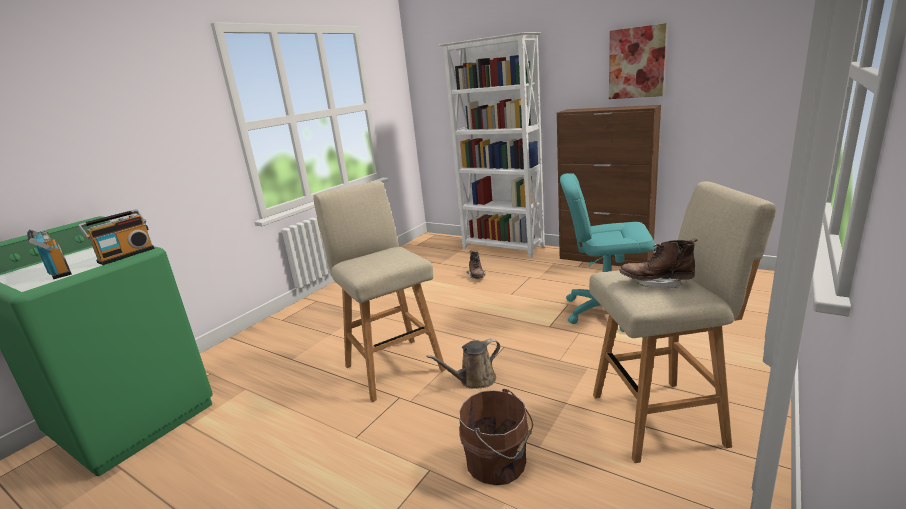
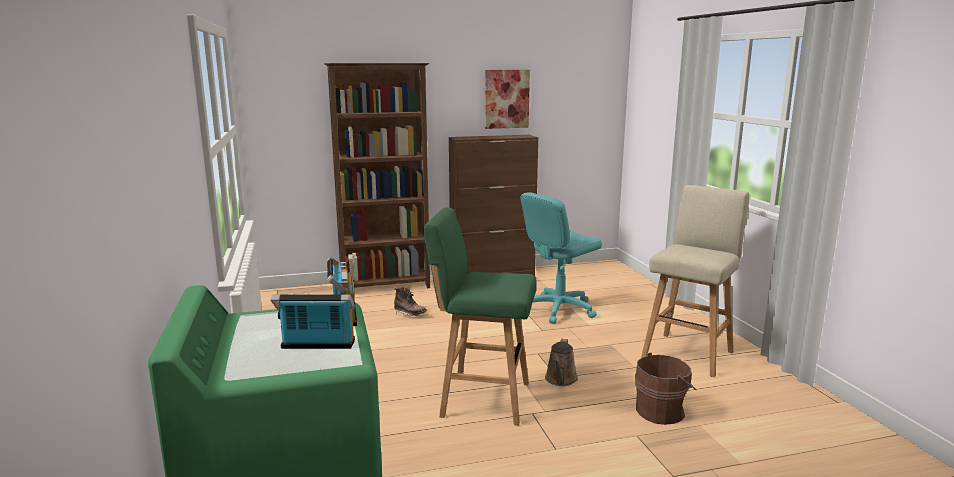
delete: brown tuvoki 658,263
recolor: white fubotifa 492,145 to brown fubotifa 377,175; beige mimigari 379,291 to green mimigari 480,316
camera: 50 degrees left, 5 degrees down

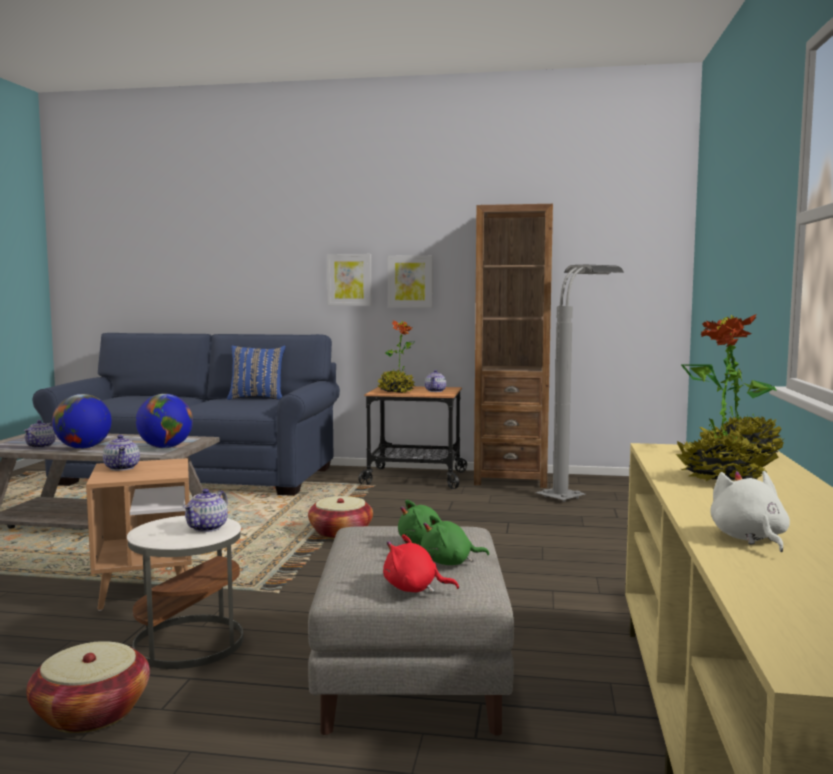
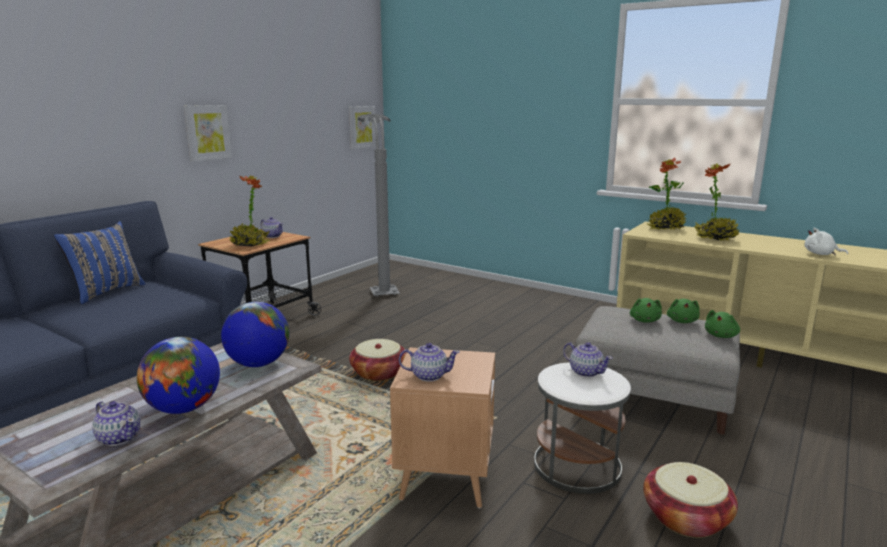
delete: brown fubotifa 513,346
move: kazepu 349,280 to 362,127
recolor: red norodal 421,563 to green norodal 722,324
camera: 65 degrees left, 10 degrees up

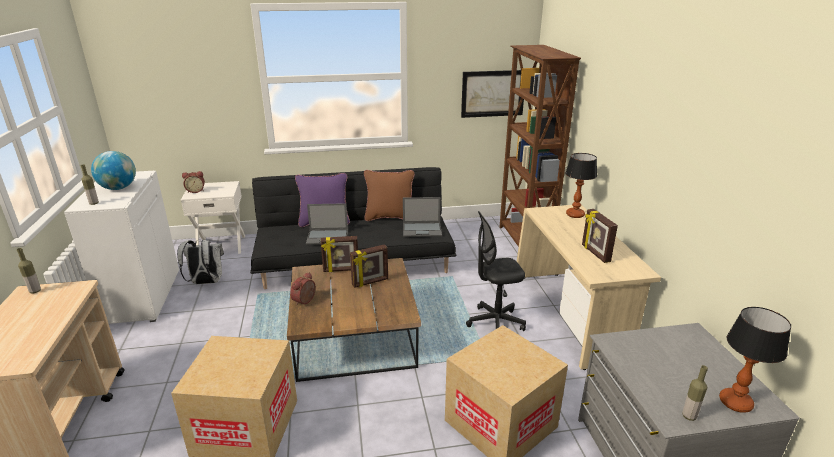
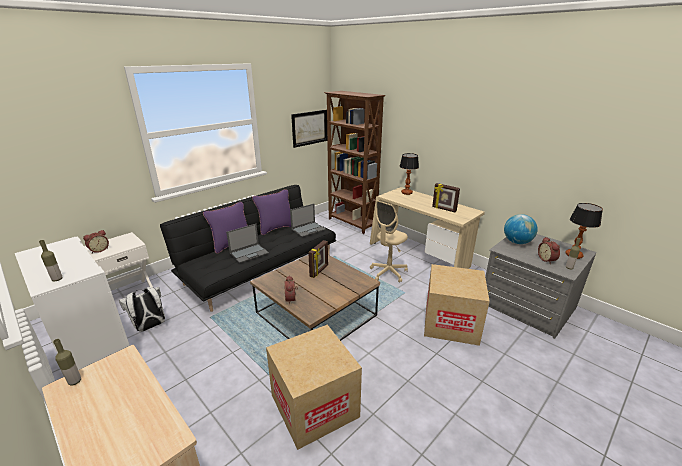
delete: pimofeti 339,254
insert: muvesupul 549,250
move: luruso 113,170 to 521,229
recolor: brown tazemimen 389,195 to purple tazemimen 271,212; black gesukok 496,271 to beige gesukok 389,241
camera: 35 degrees left, 0 degrees up

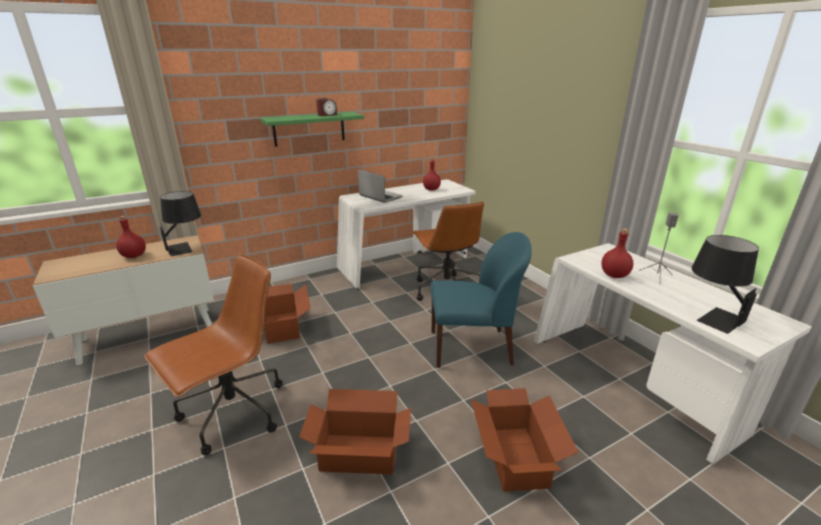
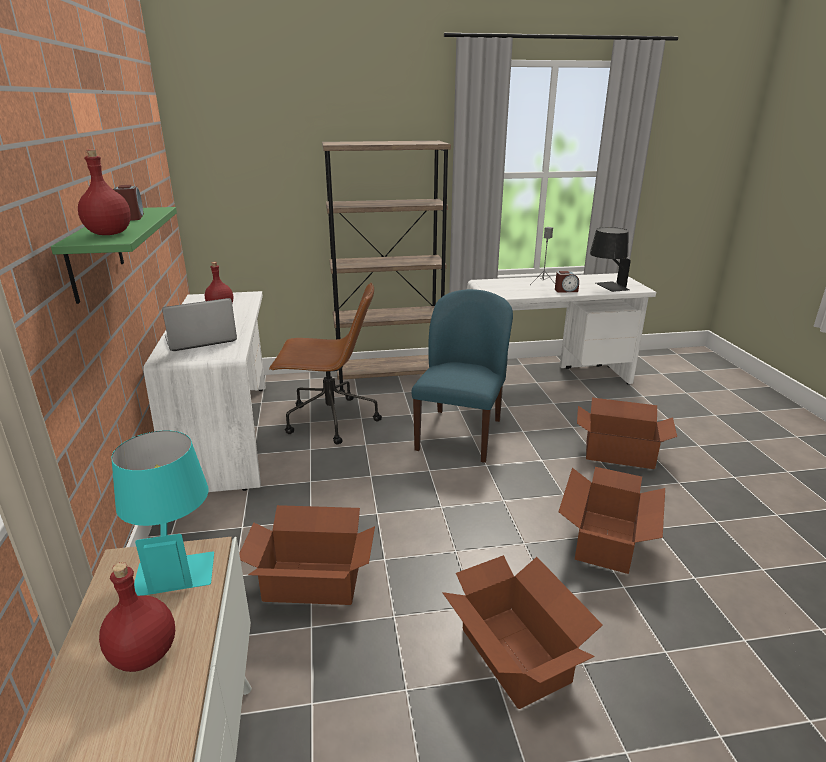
insert: brown fubotifa 386,266; muvesupul 567,282
move: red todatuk 617,253 to 104,192
replace: brown gesukok 213,355 to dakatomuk 522,632
recolor: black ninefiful 180,224 to turquoise ninefiful 163,513
camera: 70 degrees left, 0 degrees up

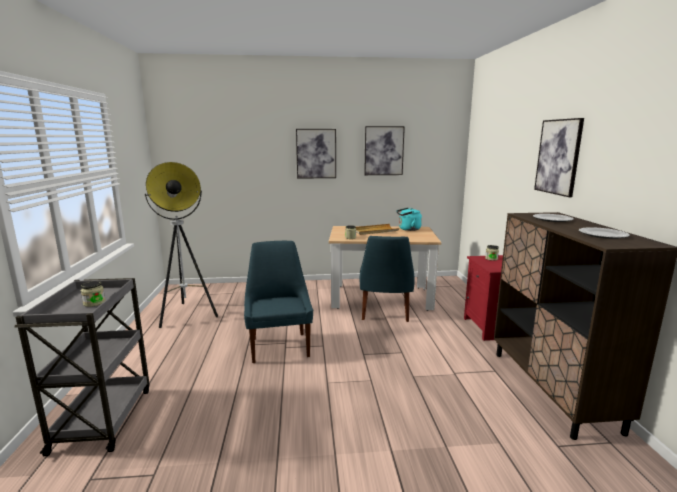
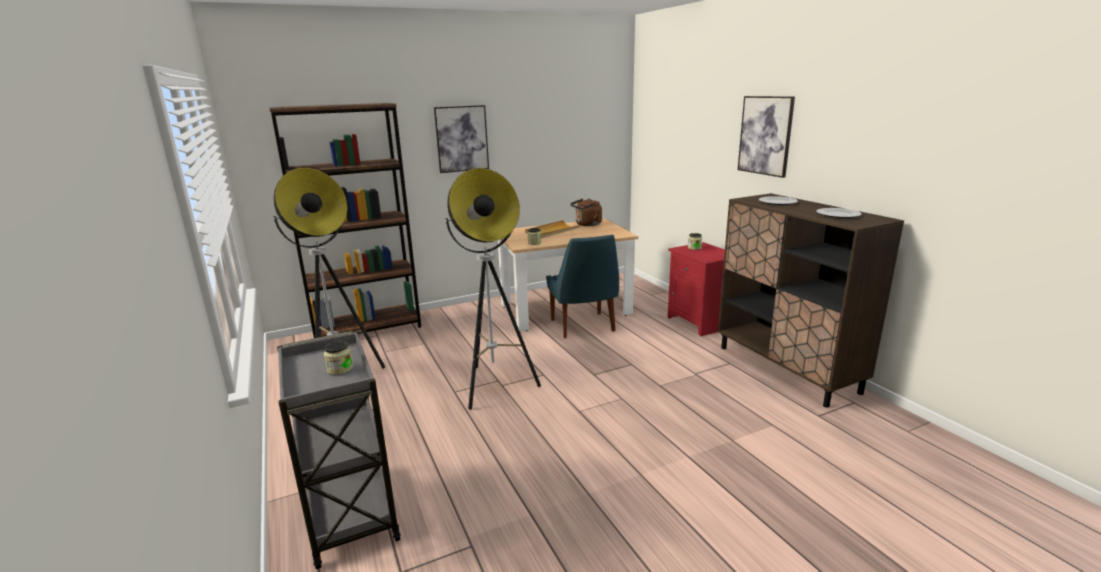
delete: kazepu 384,150
insert: brown fubotifa 345,220
replace: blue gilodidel 278,302 to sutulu 493,289
recolor: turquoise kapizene 409,219 to brown kapizene 586,212
camera: 20 degrees left, 5 degrees up

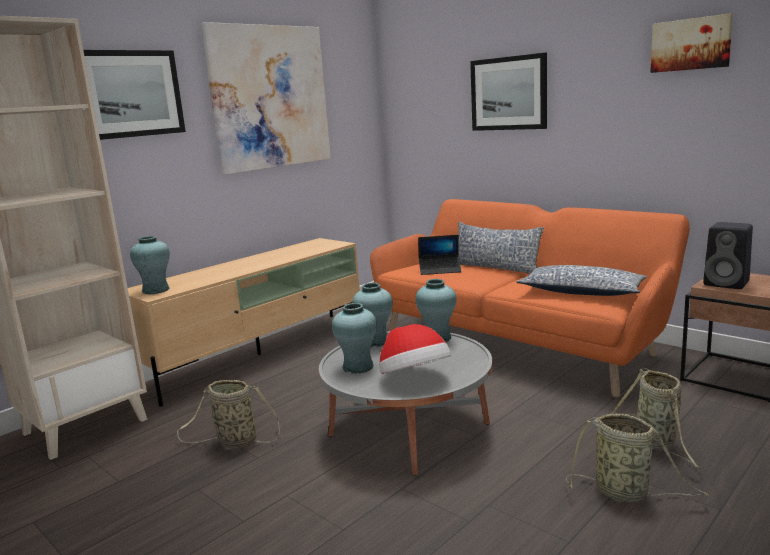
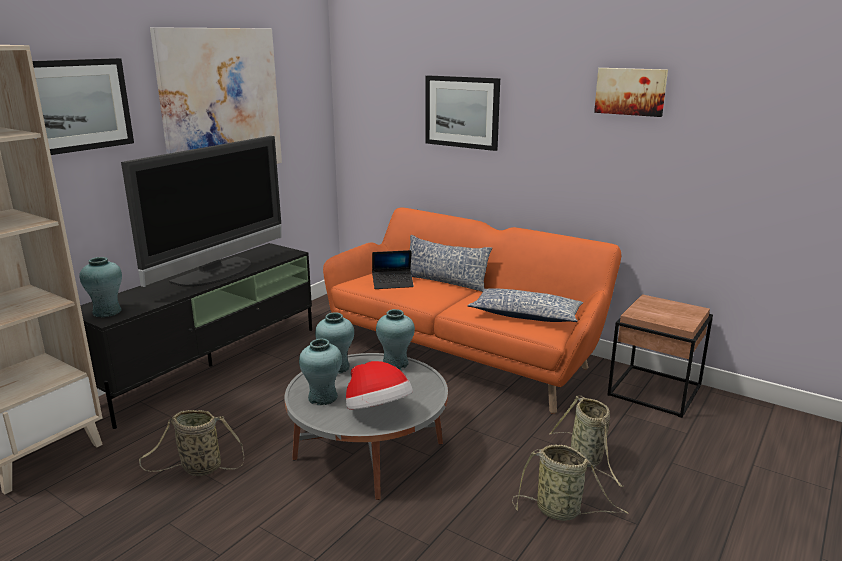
delete: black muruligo 728,255
insert: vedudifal 201,211
recolor: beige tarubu 244,322 to black tarubu 196,336
camera: 10 degrees left, 5 degrees up

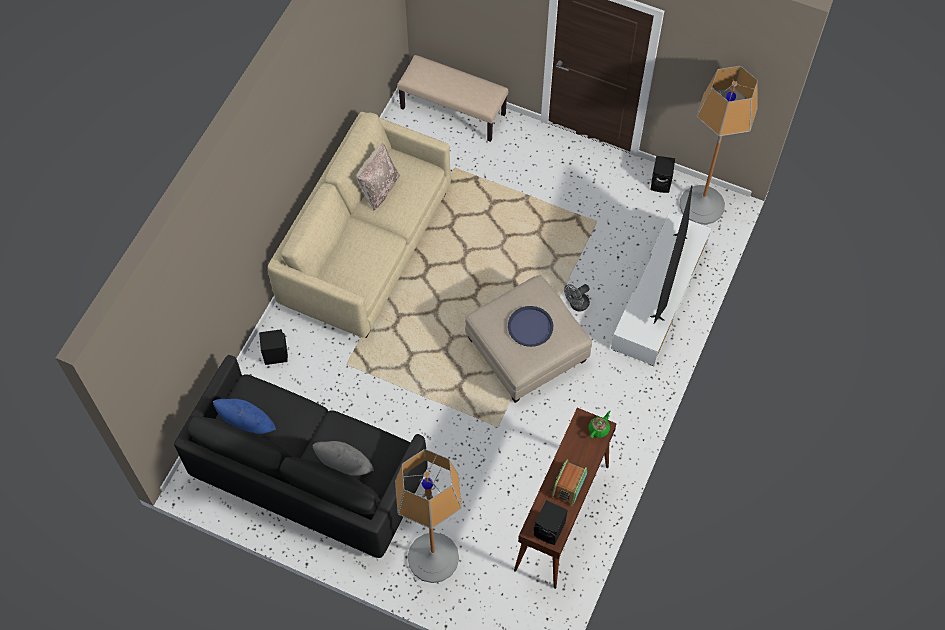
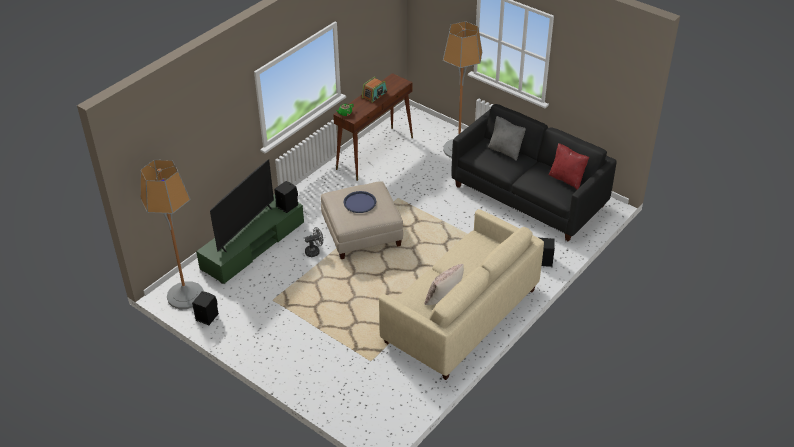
delete: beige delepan 452,98
move: black muruligo 551,522 to 286,197
recolor: white tarubu 661,289 to green tarubu 250,239; blue tazemimen 244,416 to red tazemimen 568,166
camera: 165 degrees left, 20 degrees down

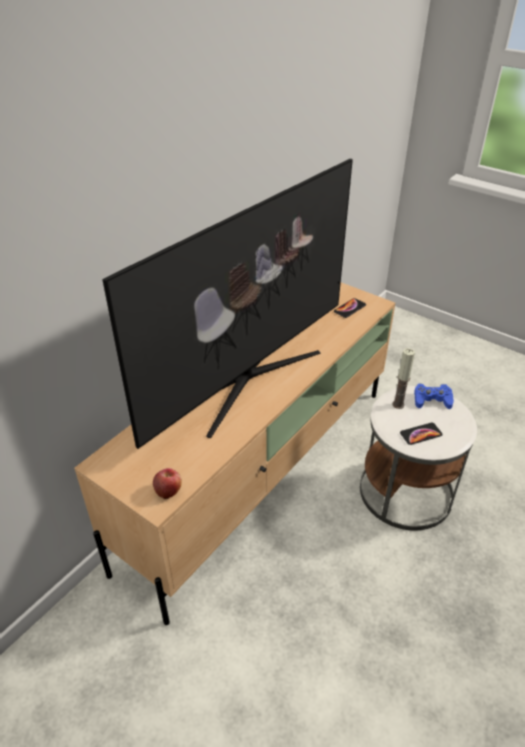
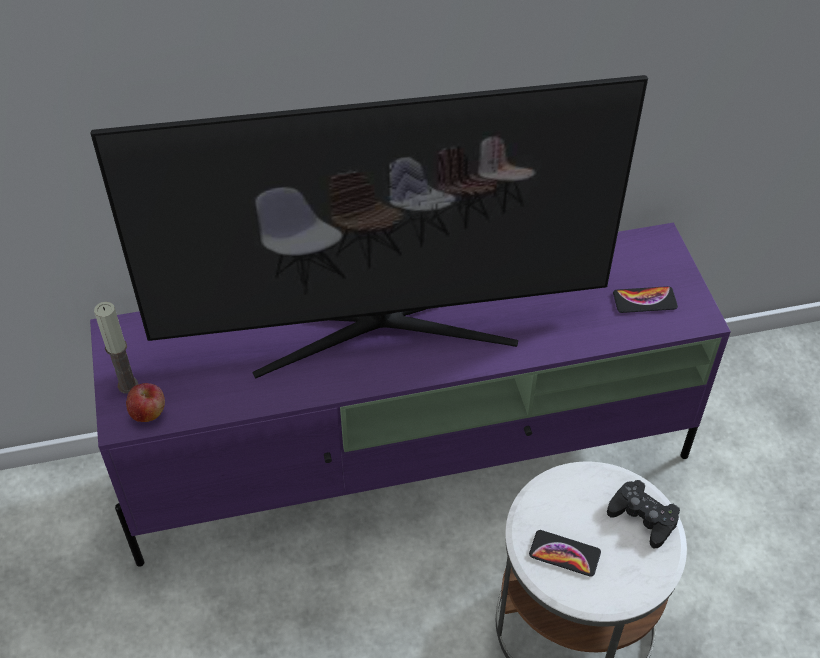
move: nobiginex 404,378 to 116,348
recolor: beige tarubu 234,453 to purple tarubu 410,394; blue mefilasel 434,396 to black mefilasel 643,514
camera: 40 degrees right, 10 degrees up

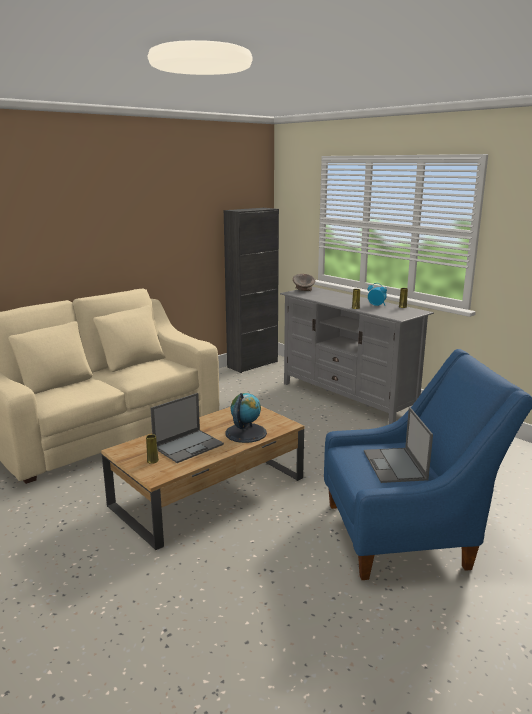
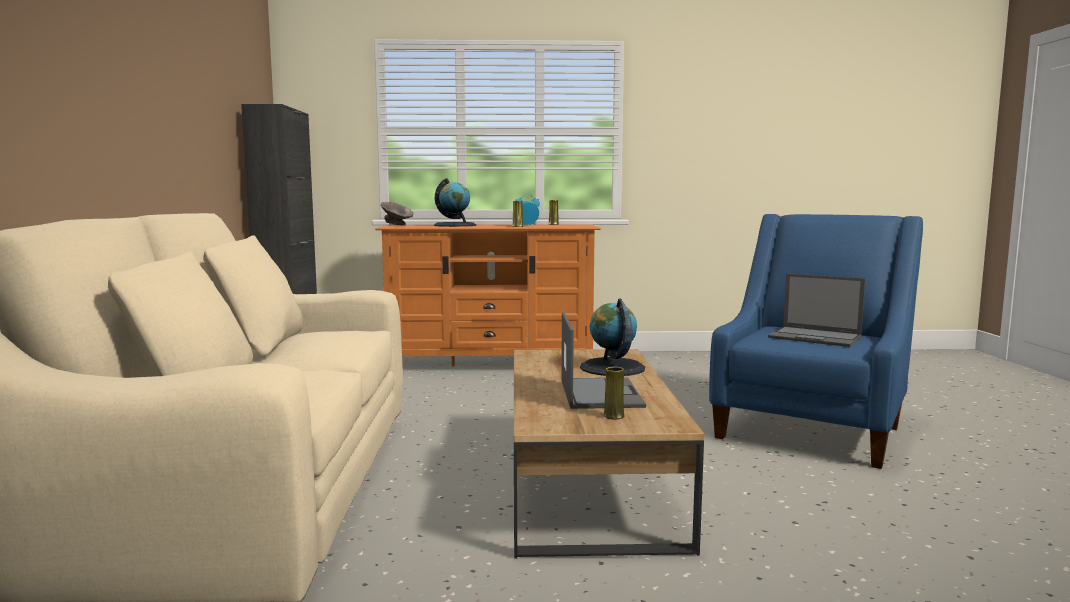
insert: luruso 455,202
recolor: grey tarubu 357,355 to orange tarubu 488,295
camera: 50 degrees left, 10 degrees down

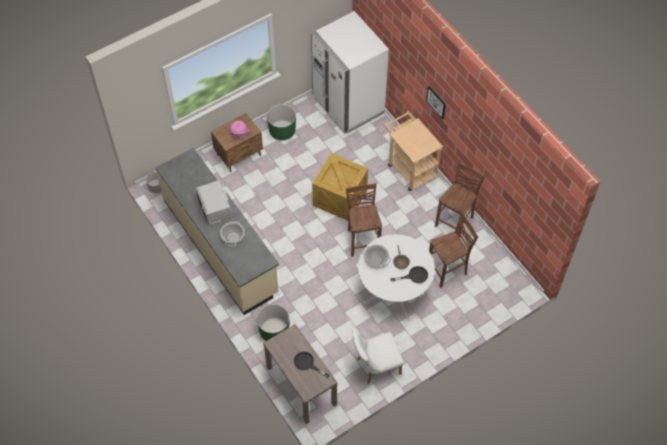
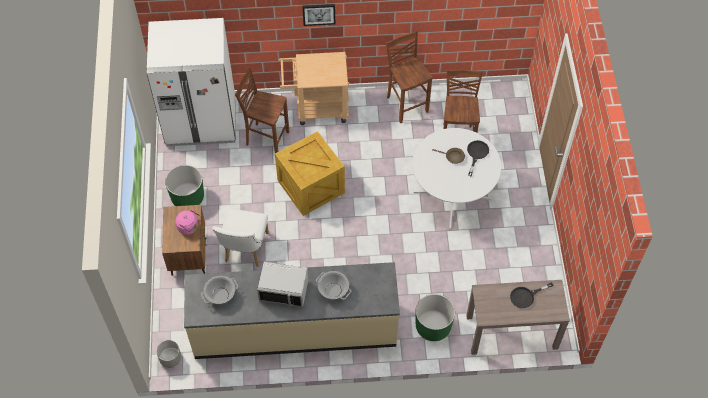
move: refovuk 376,255 to 219,290; white gilodidel 378,356 to 240,237; brown mimigari 364,220 to 262,110
camera: 60 degrees left, 0 degrees up

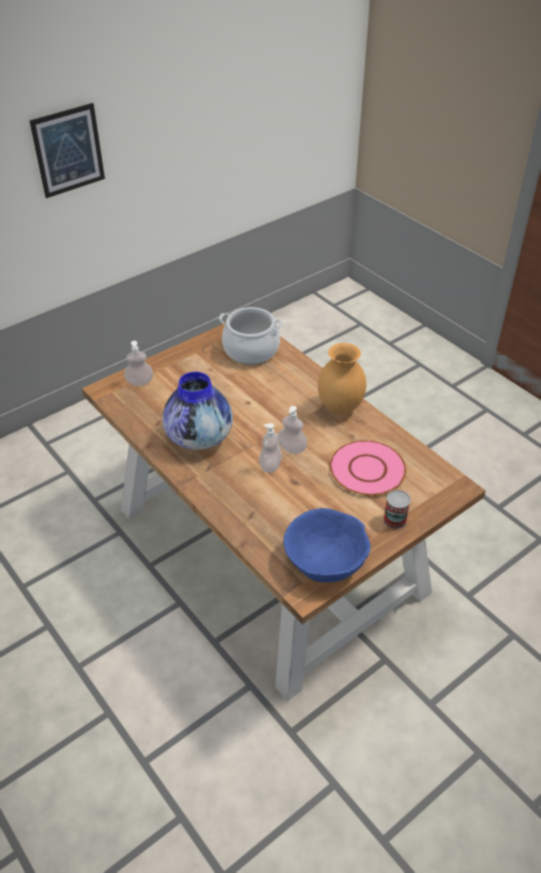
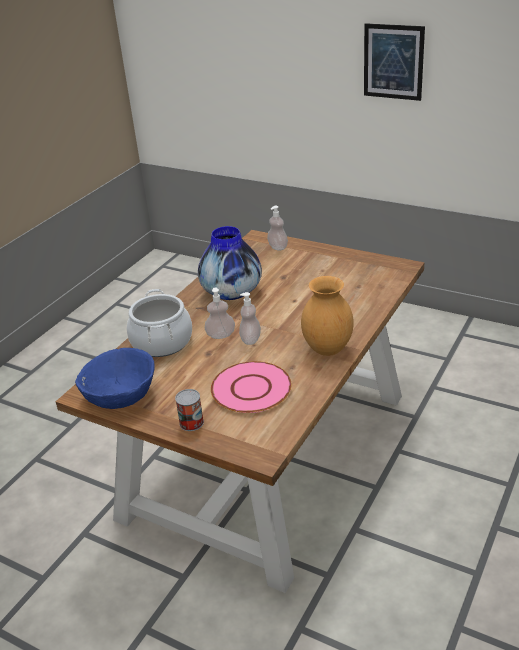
move: refovuk 251,336 to 159,323
camera: 70 degrees right, 10 degrees down

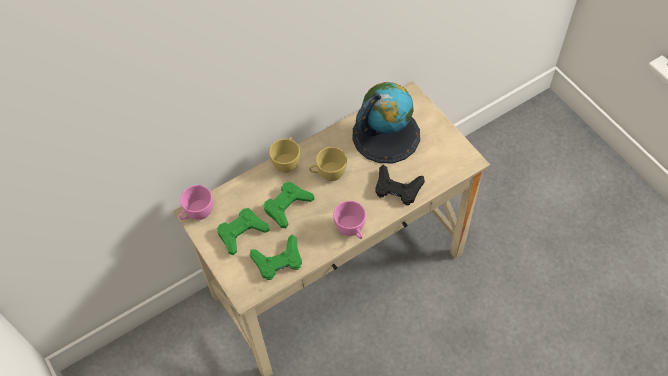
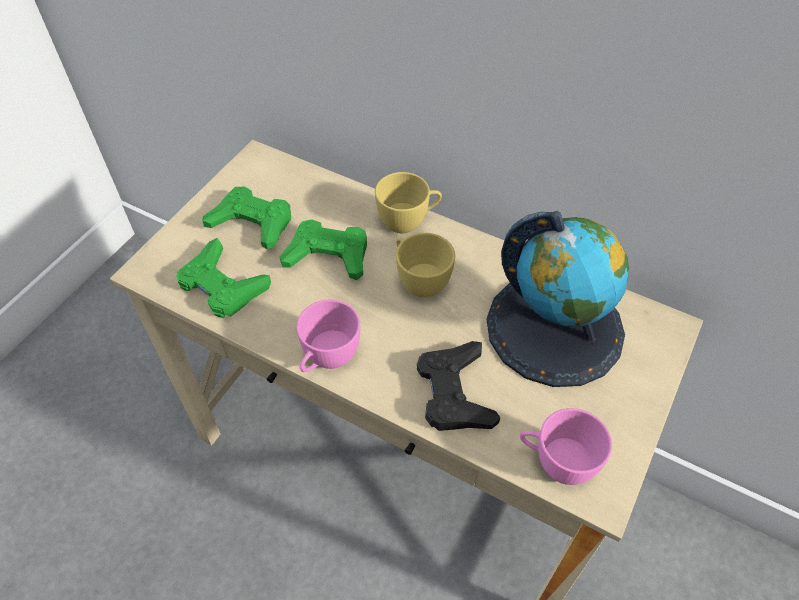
move: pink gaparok 196,202 to 566,446
camera: 60 degrees right, 5 degrees down

